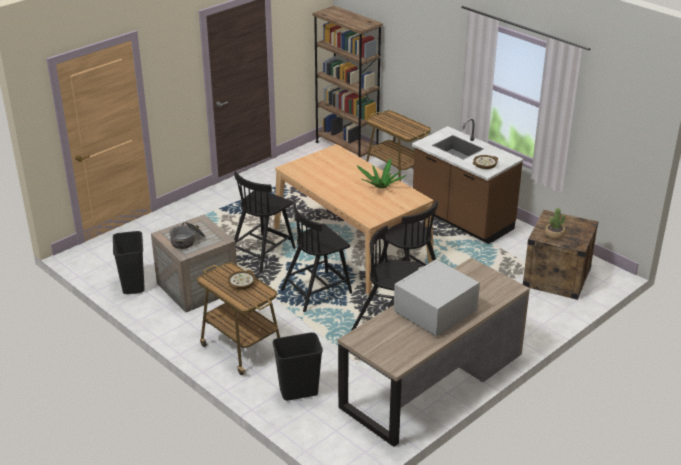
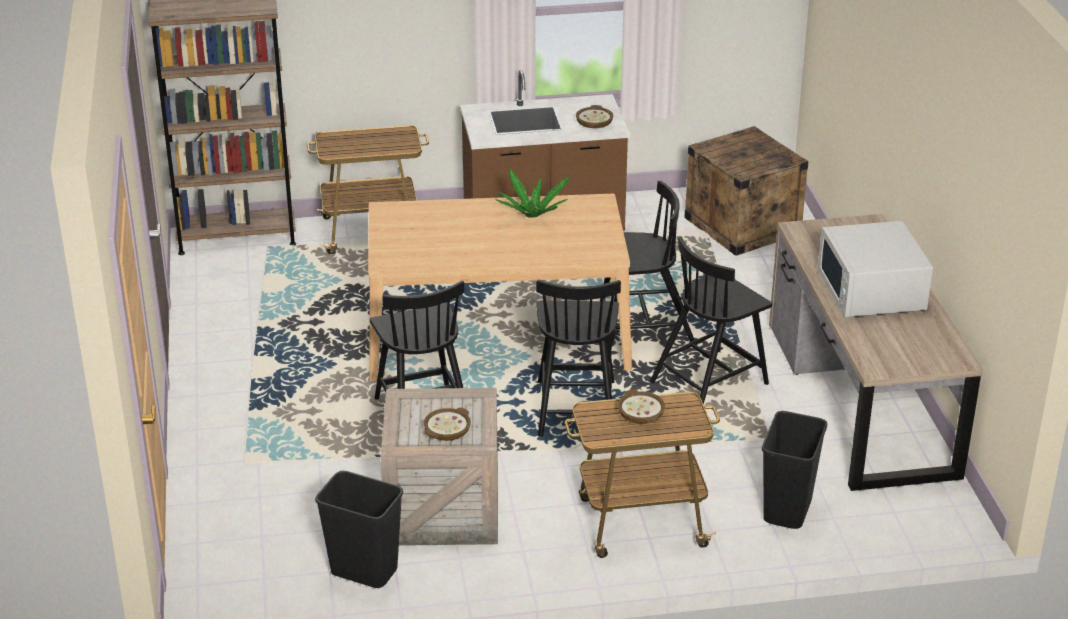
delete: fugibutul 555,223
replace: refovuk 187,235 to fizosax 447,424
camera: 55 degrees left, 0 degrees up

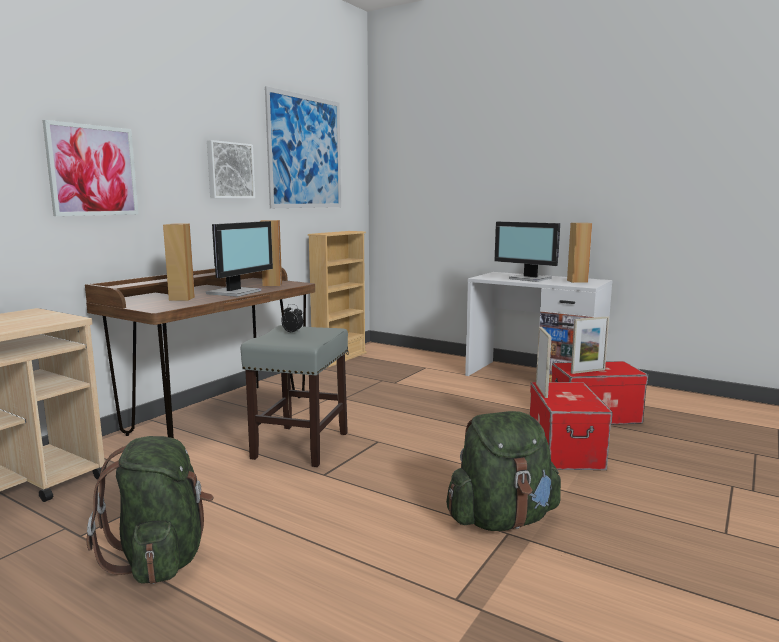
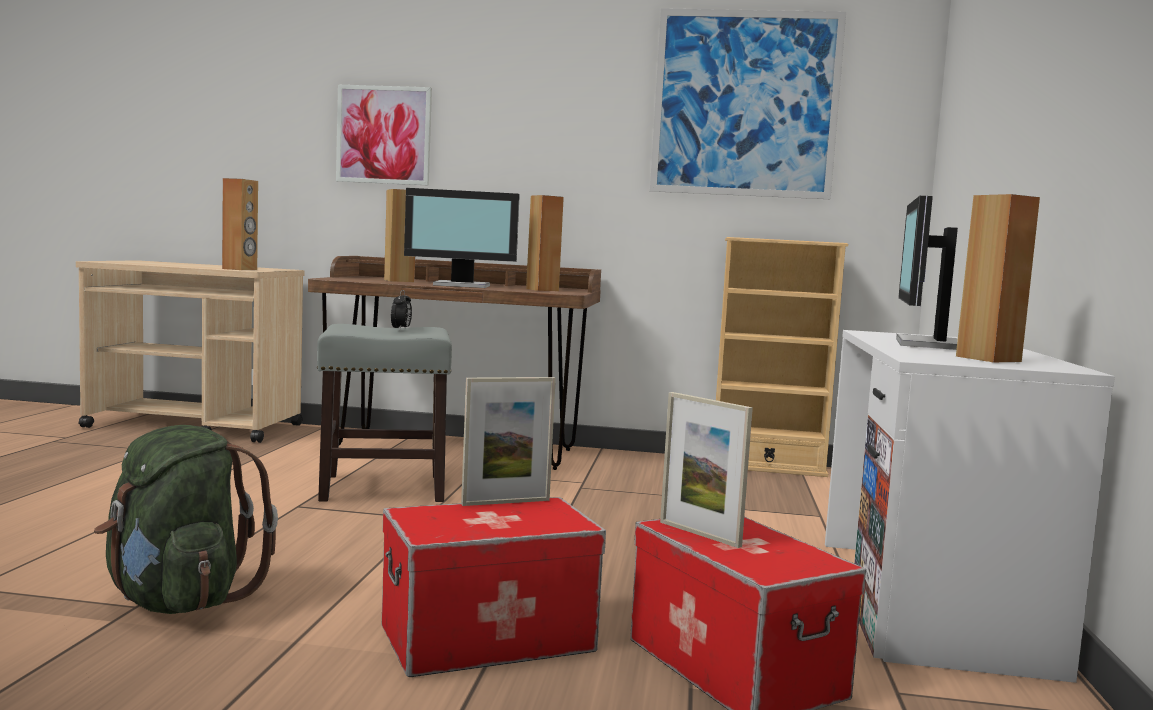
delete: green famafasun 150,510; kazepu 231,169
insert: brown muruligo 240,224
camera: 65 degrees right, 5 degrees down

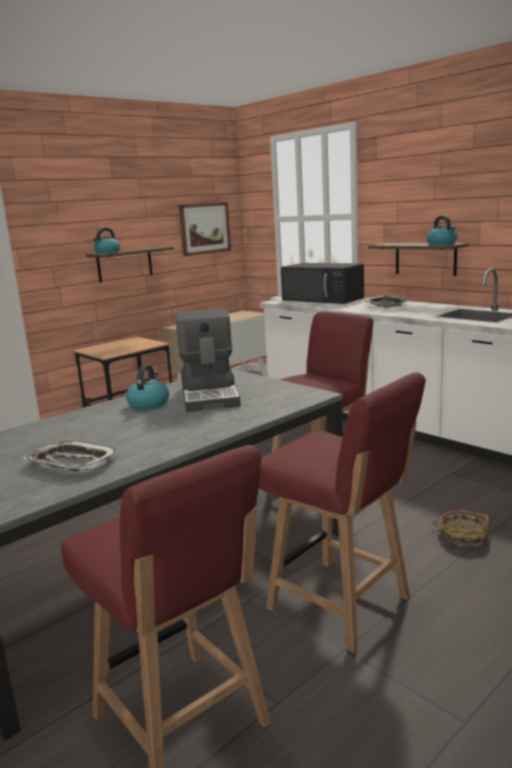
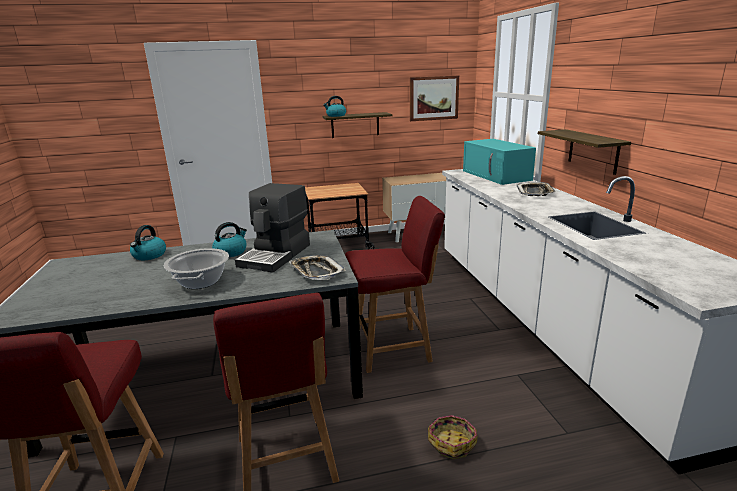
insert: refovuk 196,268
move: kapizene 442,230 to 148,242; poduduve 70,456 to 317,267
recolor: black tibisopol 322,283 to turquoise tibisopol 499,162
camera: 30 degrees right, 5 degrees up

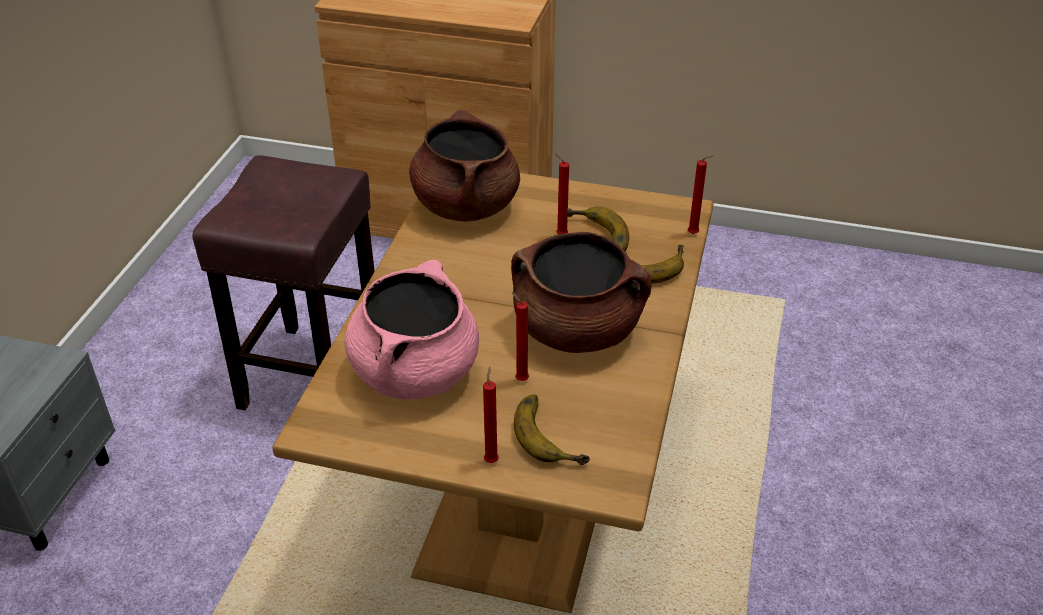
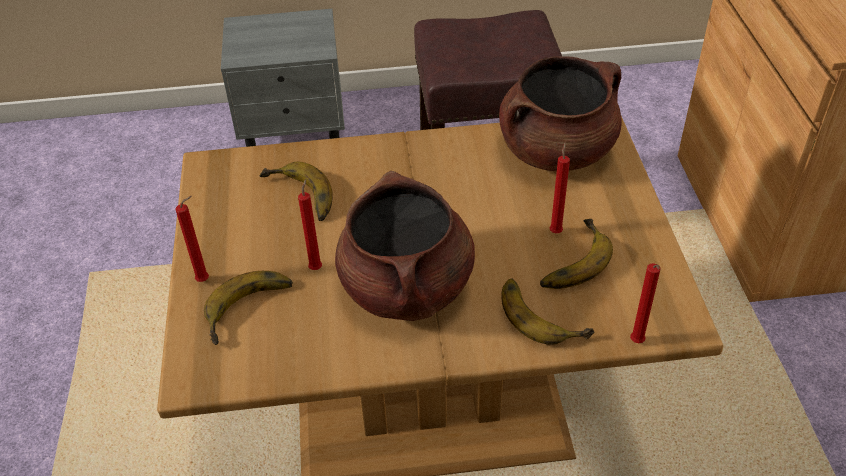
replace: pink refovuk 411,329 to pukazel 296,191
camera: 70 degrees right, 5 degrees up

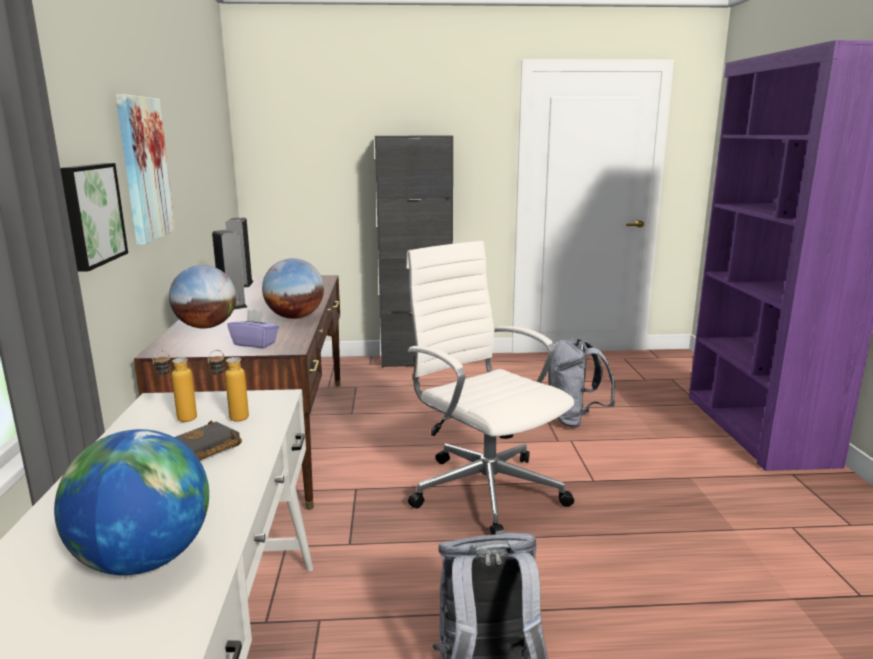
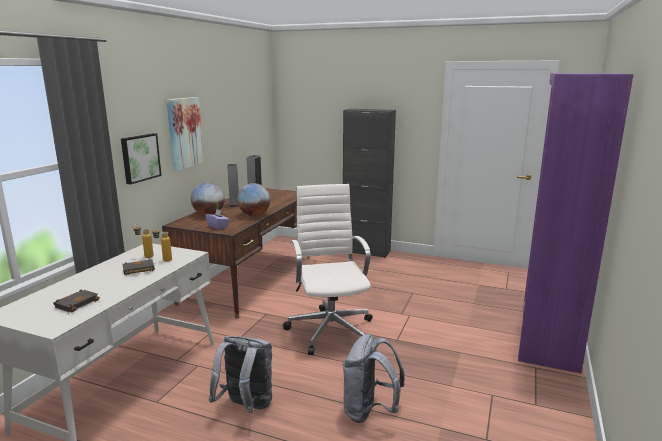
move: grey famafasun 582,383 to 373,378
replace: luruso 131,502 to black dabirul 76,300
camera: 25 degrees right, 0 degrees up

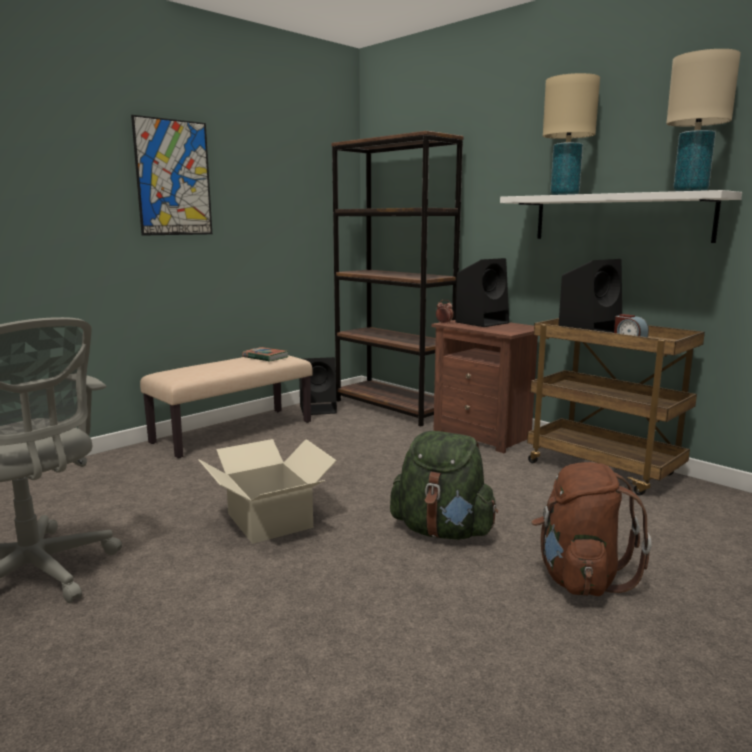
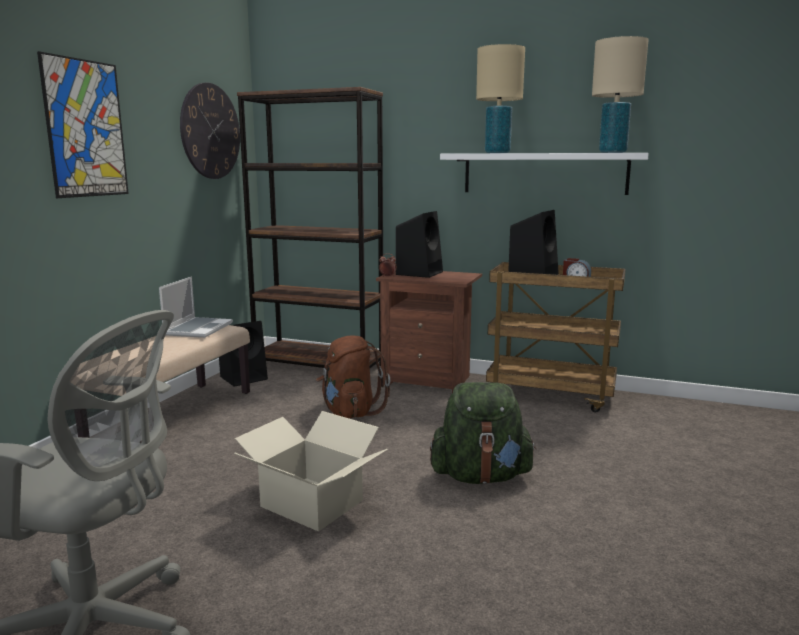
insert: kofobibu 210,131
move: brown famafasun 591,529 to 353,376
replace: dabirul 265,354 to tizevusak 196,307
camera: 25 degrees left, 0 degrees up

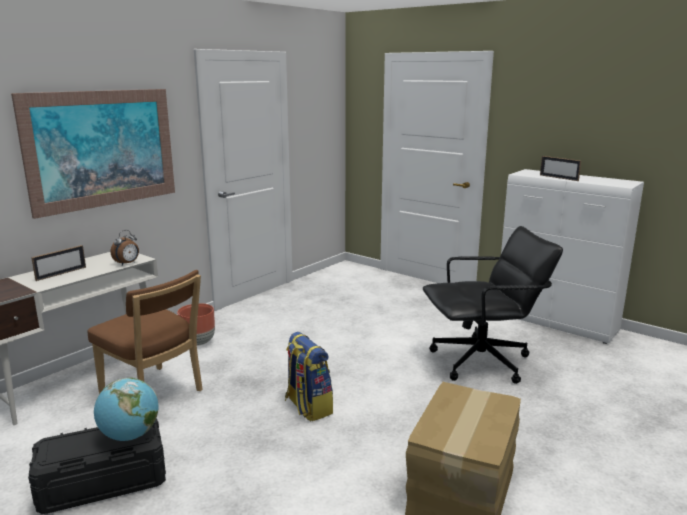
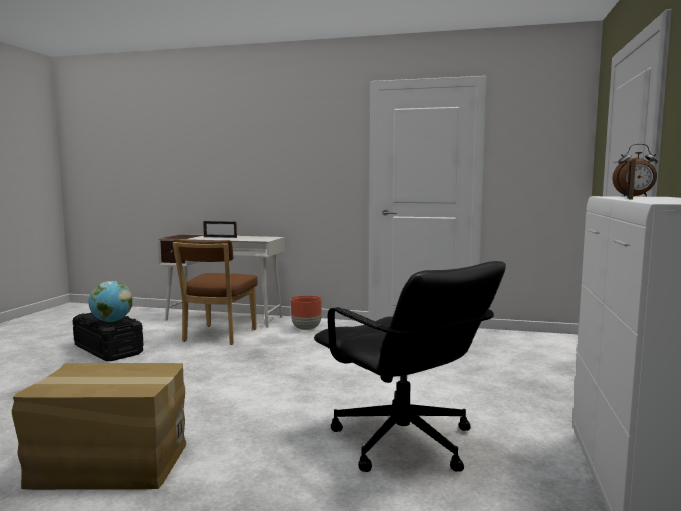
delete: kazepu 93,154; famafasun 309,376
move: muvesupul 125,247 to 635,170
camera: 65 degrees right, 10 degrees down

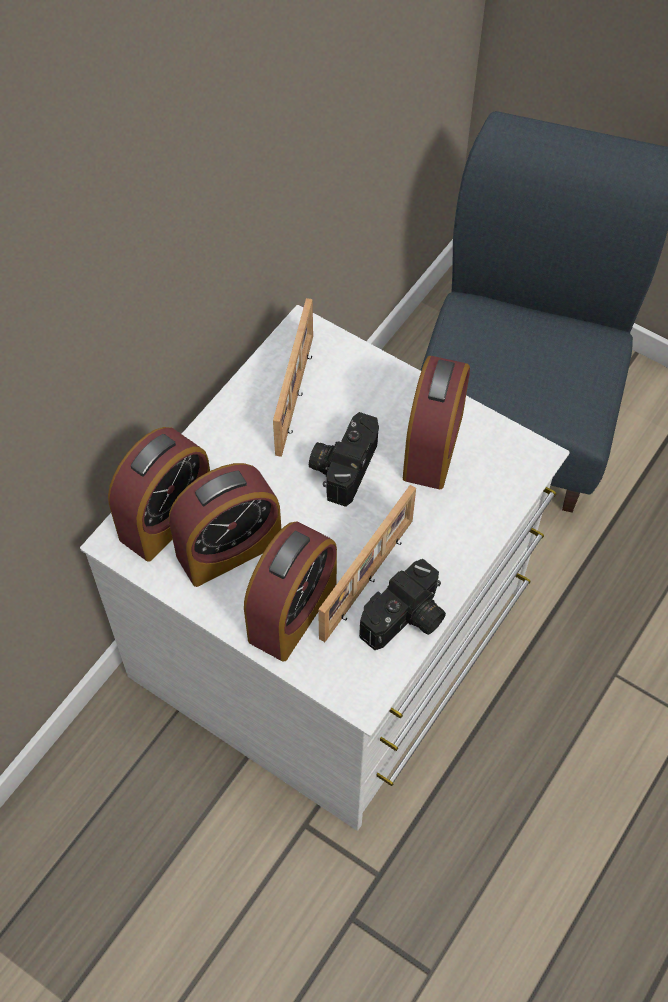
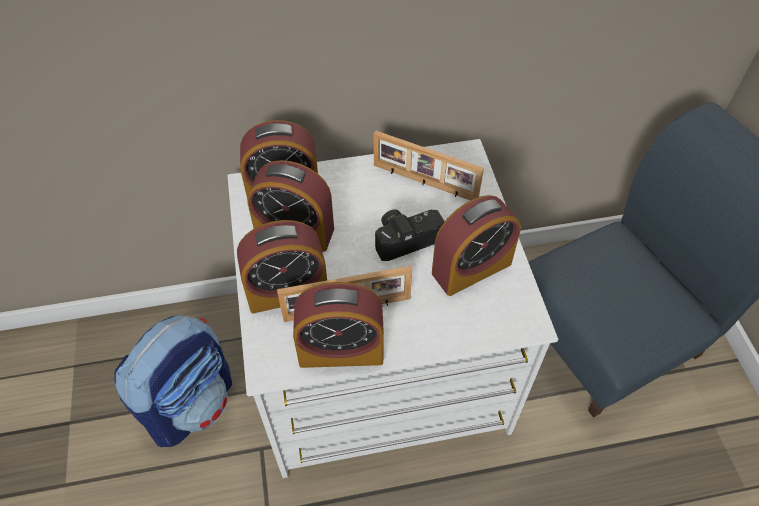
insert: famafasun 173,381
replace: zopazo 402,604 to muvesupul 338,325
rotate: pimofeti 293,377 = 429,165 60 degrees clockwise
camera: 45 degrees right, 5 degrees down

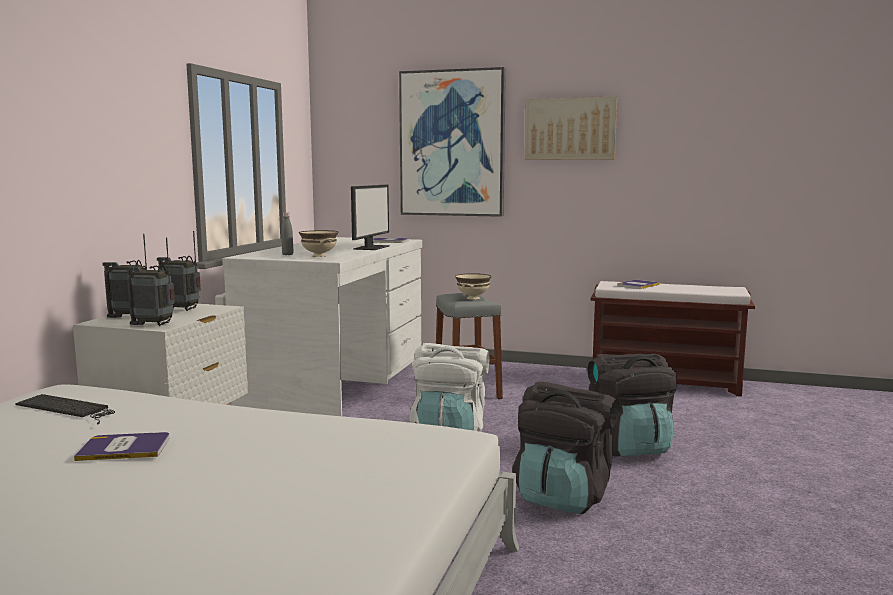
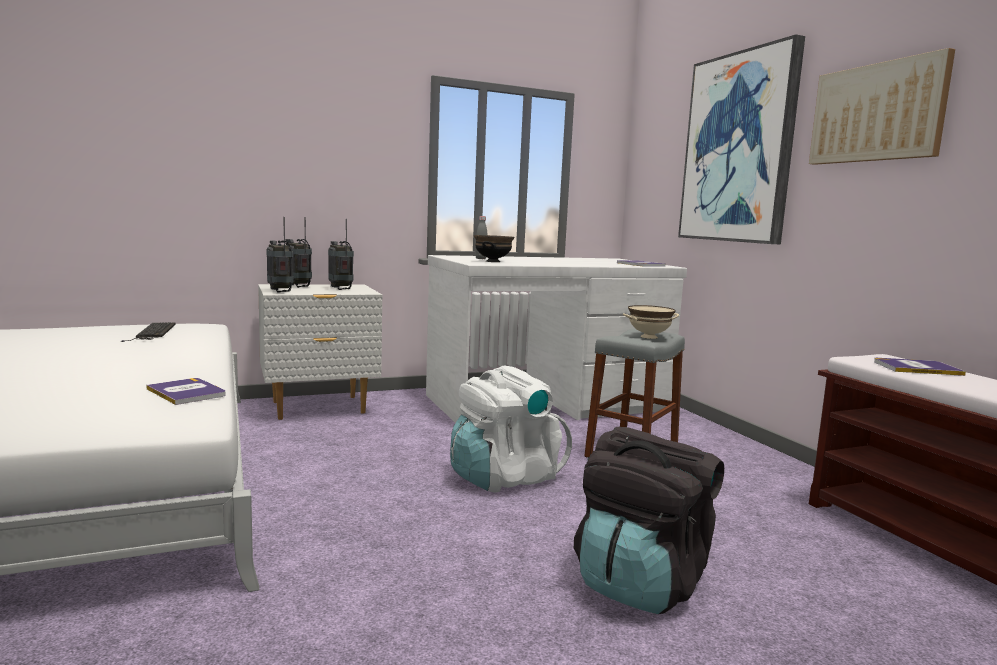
delete: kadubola 370,217; black famafasun 565,448
move: dabirul 122,446 to 185,391
recolor: beige fizosax 318,243 to black fizosax 494,248
camera: 50 degrees right, 0 degrees up

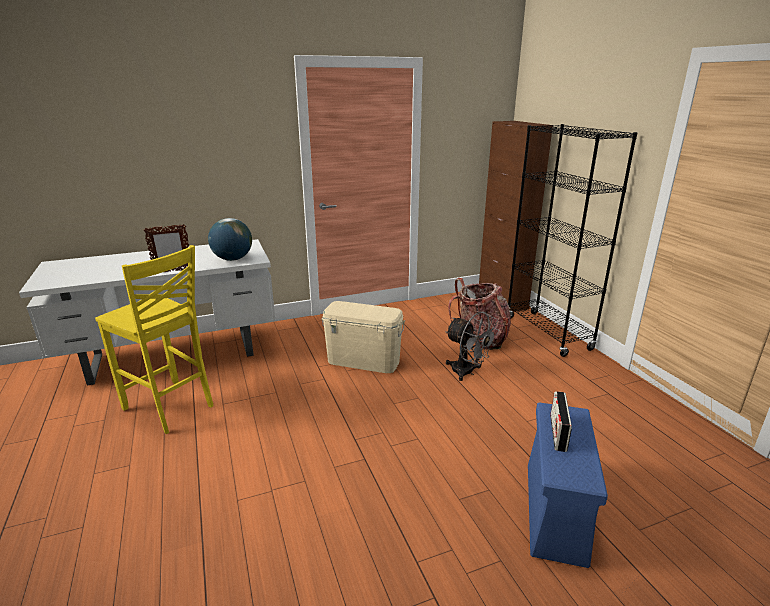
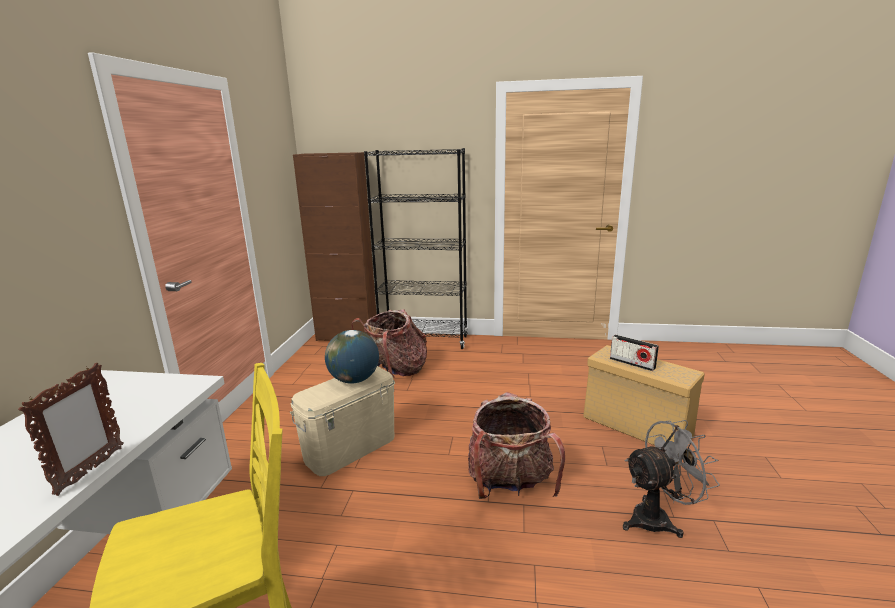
insert: famafasun 516,445
move: luruso 230,239 to 352,357; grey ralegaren 472,346 to 671,479
recolor: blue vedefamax 568,485 to beige vedefamax 644,395
camera: 60 degrees left, 5 degrees down

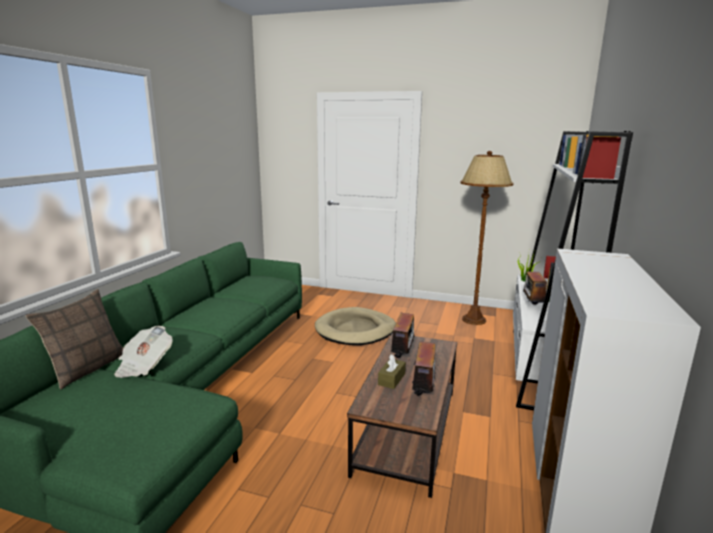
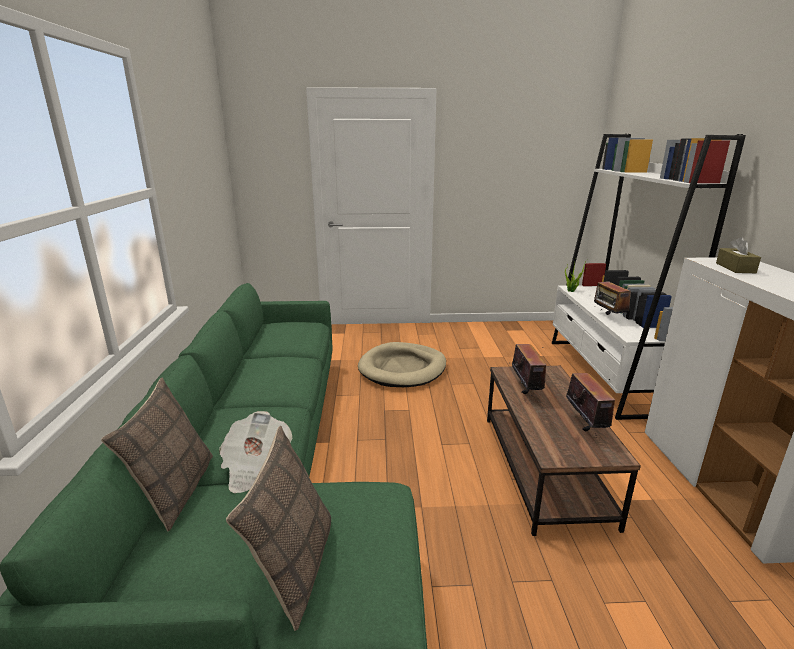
delete: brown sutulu 486,238
insert: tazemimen 278,528
move: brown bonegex 392,371 to 738,255
camera: 20 degrees left, 5 degrees up

